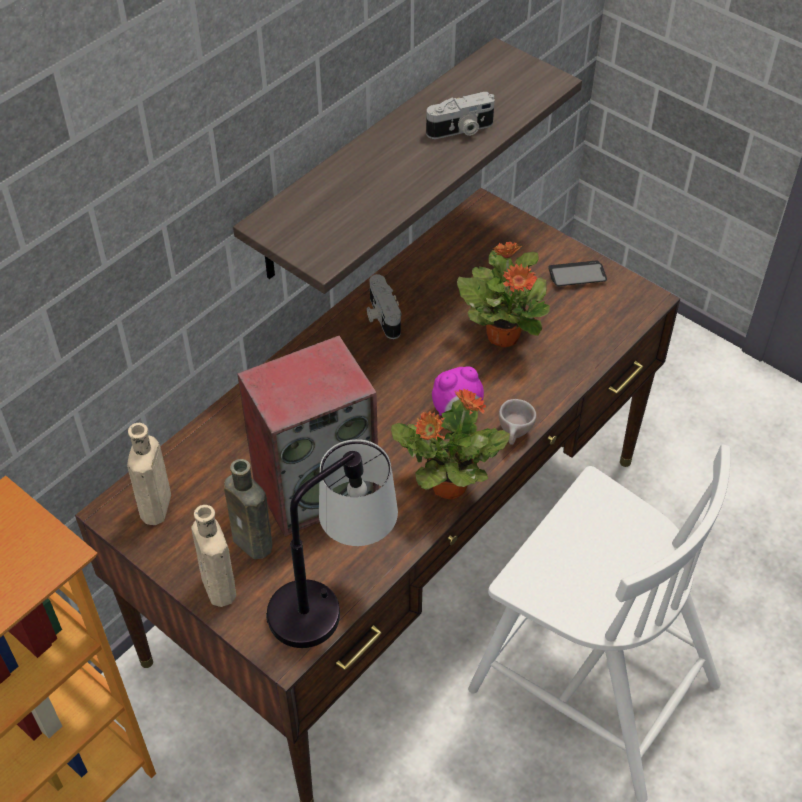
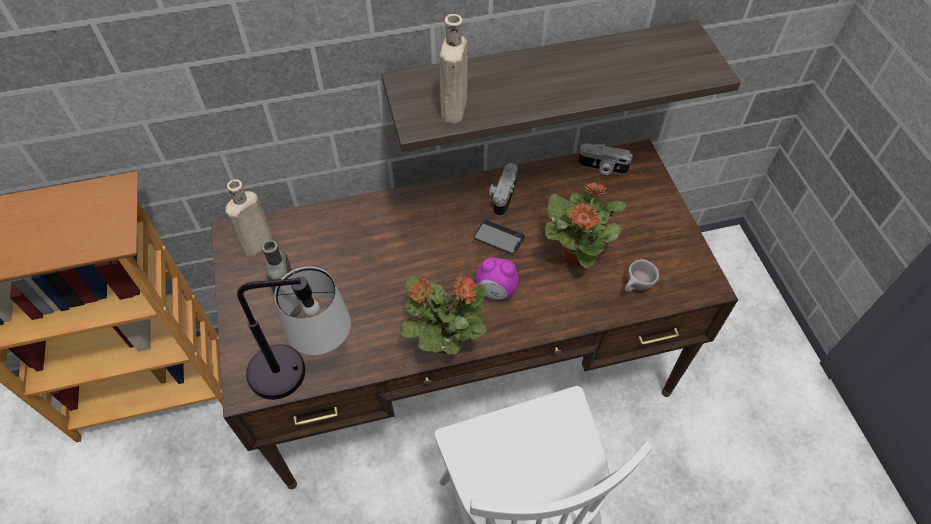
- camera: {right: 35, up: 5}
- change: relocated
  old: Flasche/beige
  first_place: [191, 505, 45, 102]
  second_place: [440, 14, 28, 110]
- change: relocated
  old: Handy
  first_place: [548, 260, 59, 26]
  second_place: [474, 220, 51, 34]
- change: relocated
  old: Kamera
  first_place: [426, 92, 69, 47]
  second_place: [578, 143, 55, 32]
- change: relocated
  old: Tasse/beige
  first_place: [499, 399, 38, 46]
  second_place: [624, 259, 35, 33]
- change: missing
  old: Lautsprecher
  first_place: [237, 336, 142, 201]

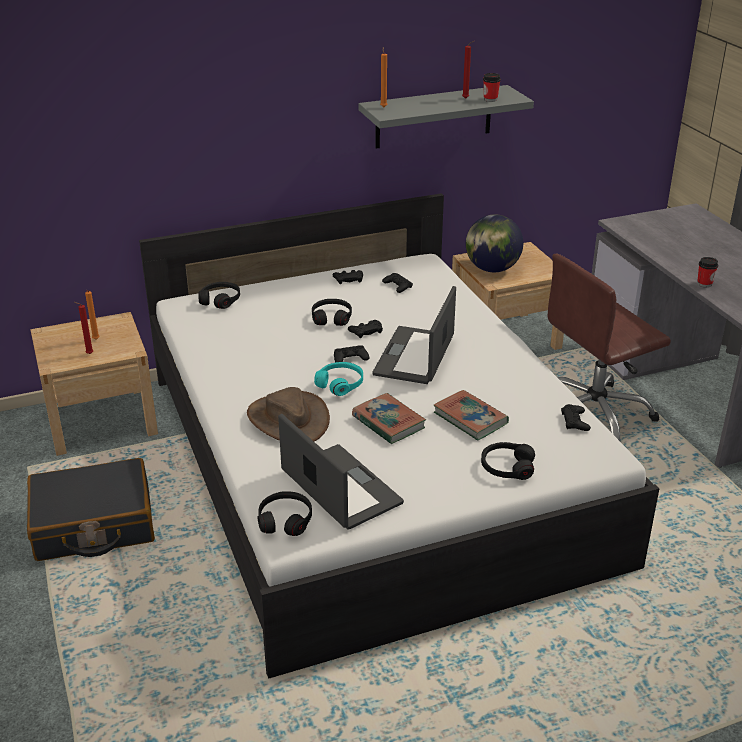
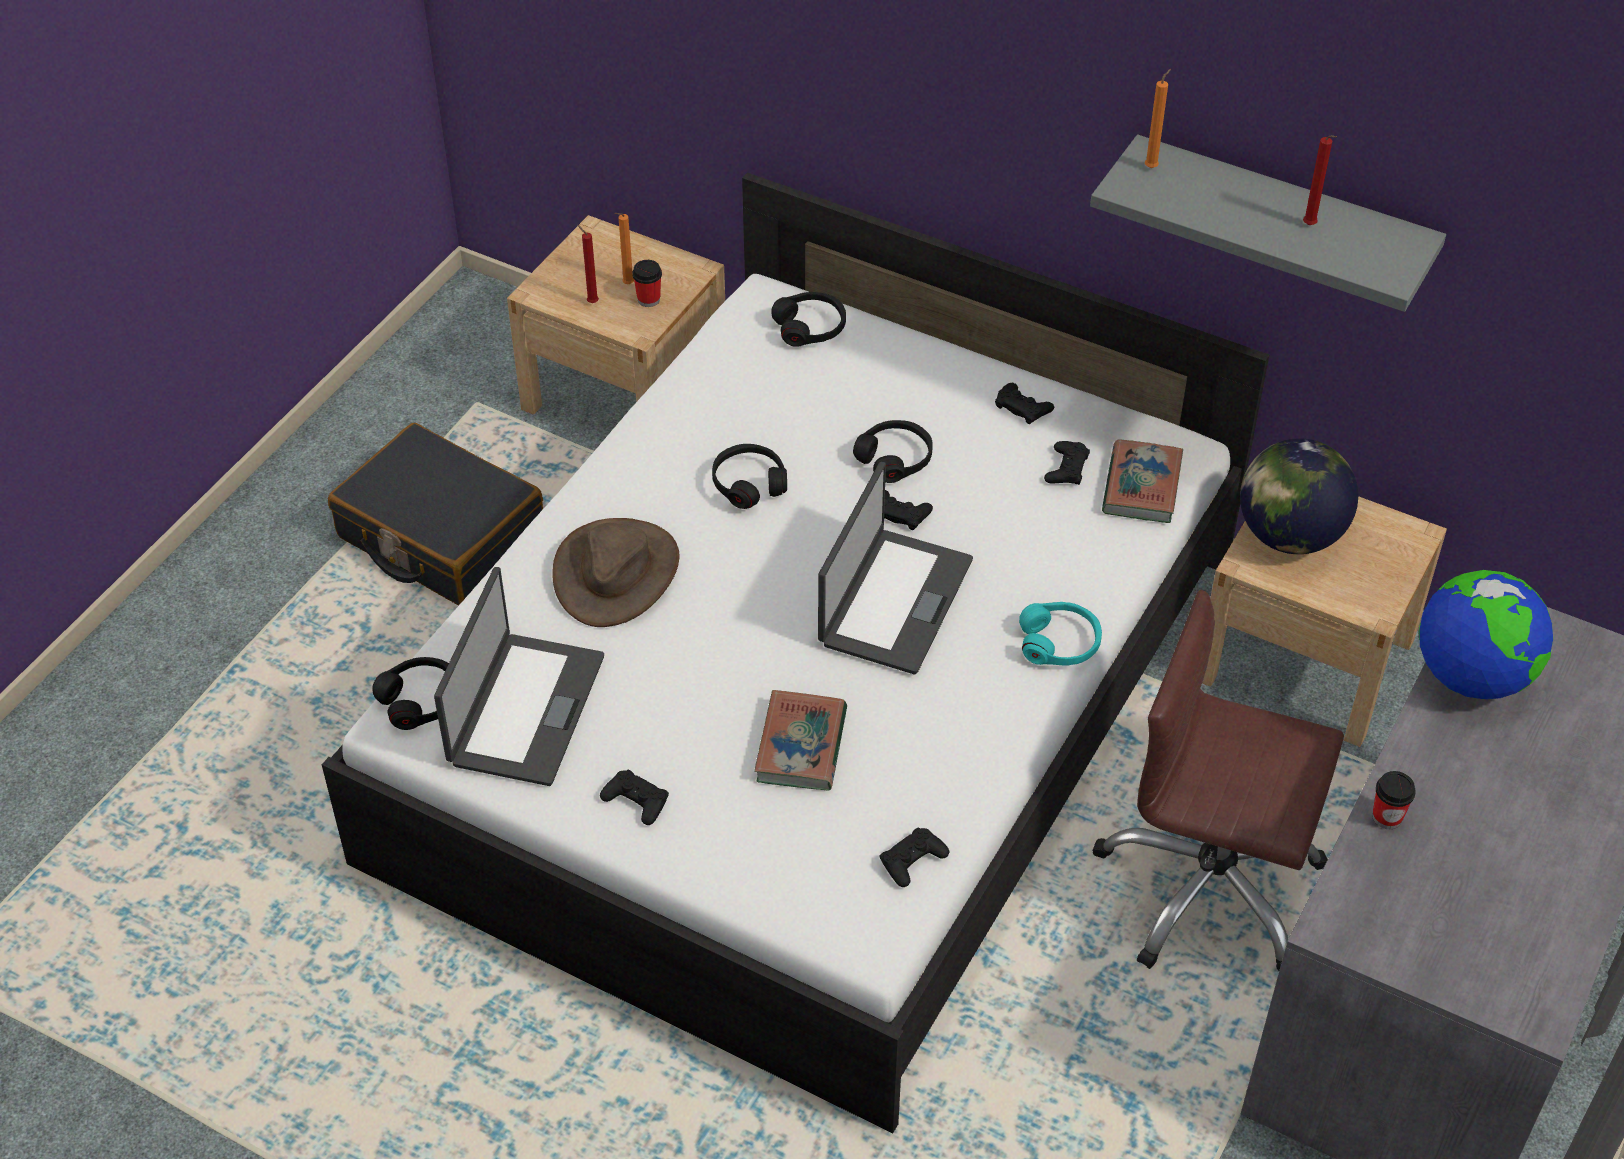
- camera: {right: 50, up: 15}
- change: relocated
  old: Gamepad/schwarz
  first_place: [334, 345, 36, 18]
  second_place: [600, 770, 69, 55]
- change: relocated
  old: Tasse
  first_place: [483, 73, 18, 29]
  second_place: [632, 260, 30, 47]
- change: relocated
  old: Kopfhörer/schwarz
  first_place: [481, 442, 54, 38]
  second_place: [712, 444, 75, 65]
- change: spun
  old: Laptop
  first_place: [372, 286, 84, 98]
  second_place: [818, 462, 155, 212]
  degrees: 135
- change: relocated
  old: Kopfhörer/türkis
  first_place: [314, 362, 49, 34]
  second_place: [1019, 602, 83, 64]
- change: relocated
  old: Buch
  first_place: [352, 393, 74, 51]
  second_place: [1102, 439, 81, 84]
- change: appeared
  new: Globus
  second_place: [1419, 570, 134, 129]

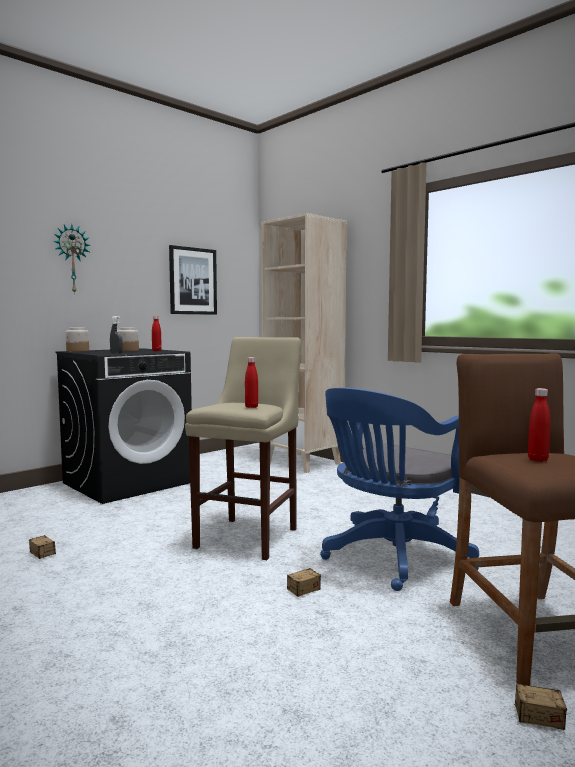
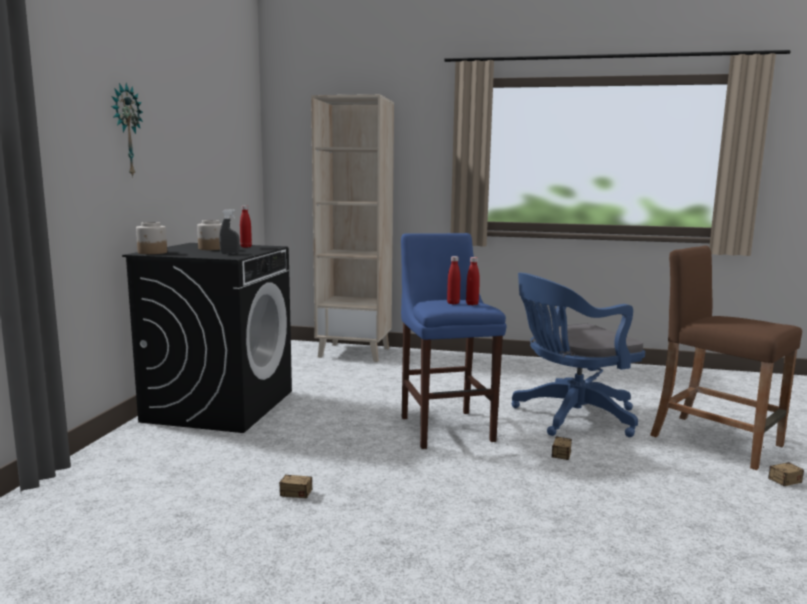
- camera: {right: -35, up: 5}
- change: colour
  old: Hocker/beige
  new: Hocker/blau
  first_place: [185, 337, 116, 223]
  second_place: [401, 233, 106, 216]
- change: relocated
  old: Flasche/rot
  first_place: [528, 388, 22, 74]
  second_place: [447, 256, 13, 48]
- change: spun
  old: Bürostuhl/blau
  first_place: [320, 388, 159, 203]
  second_place: [511, 273, 134, 164]
  degrees: 60
- change: missing
  old: Bild
  first_place: [169, 245, 48, 70]

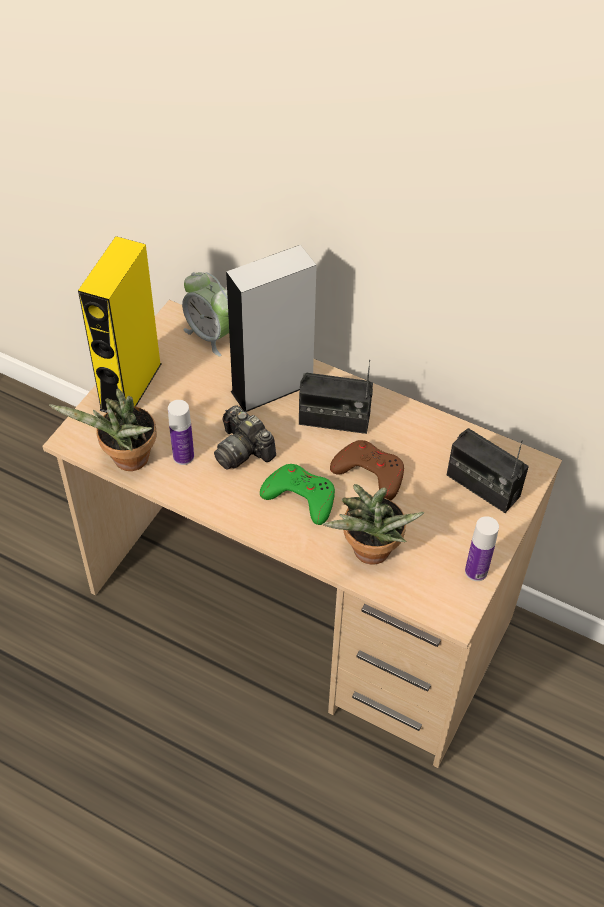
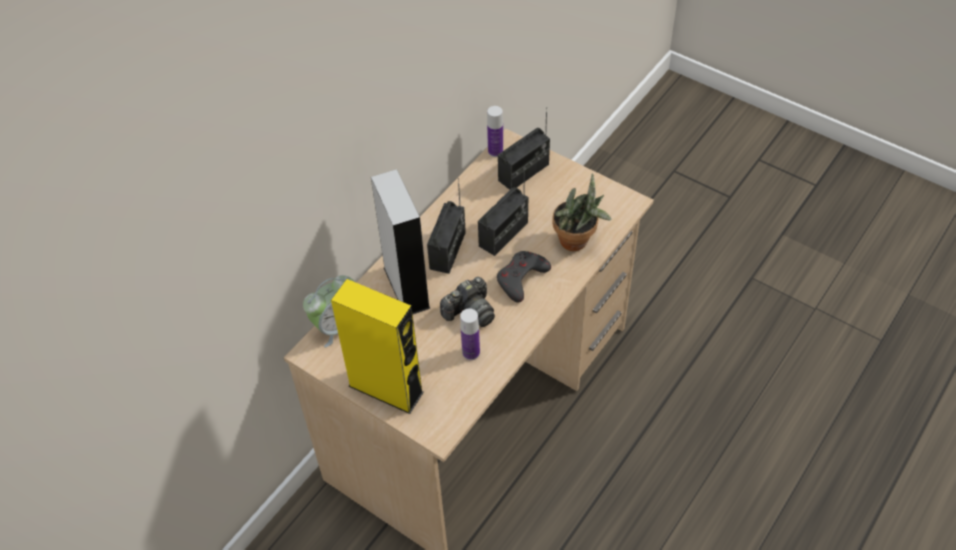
- camera: {right: -80, up: 0}
- change: exchanged
  old: Gamepad/braun
  new: Radio
  first_place: [330, 440, 74, 60]
  second_place: [478, 167, 50, 89]
- change: relocated
  old: Flasche
  first_place: [465, 516, 34, 65]
  second_place: [487, 106, 16, 51]
- change: colour
  old: Gamepad/grün
  new: Gamepad/grau
  first_place: [260, 464, 75, 61]
  second_place: [497, 251, 54, 52]
- change: missing
  old: Topfpflanze
  first_place: [49, 389, 107, 82]

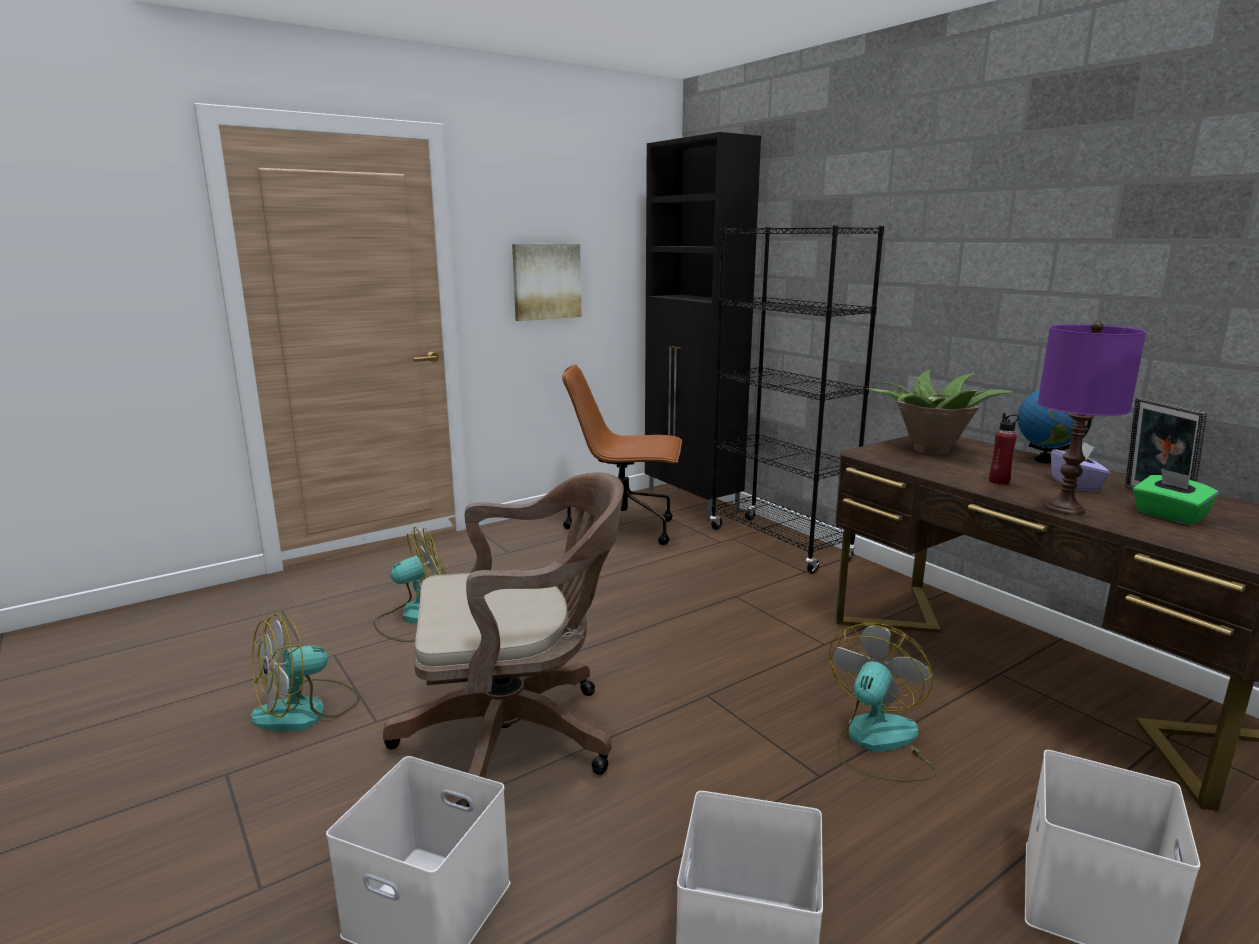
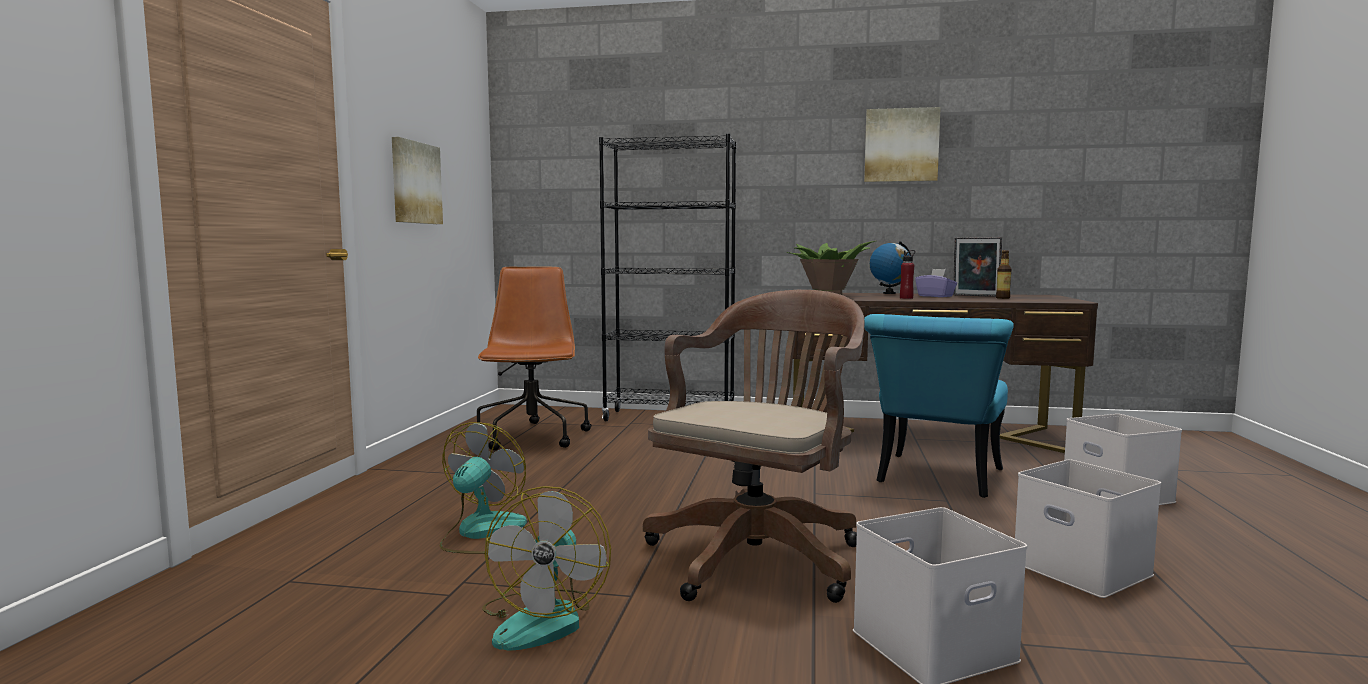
- camera: {right: -45, up: -10}
- change: spun
  old: Bürostuhl/braun
  first_place: [562, 365, 120, 180]
  second_place: [477, 267, 115, 184]
  degrees: 120
- change: appeared
  new: Bild
  second_place: [864, 107, 77, 75]
- change: exchanged
  old: Ventilator
  new: Stuhl/türkis
  first_place: [829, 623, 108, 158]
  second_place: [864, 314, 150, 184]
- change: exchanged
  old: Taschentuchbox/grün
  new: Flasche
  first_place: [1133, 468, 85, 57]
  second_place: [996, 250, 16, 49]
- change: missing
  old: Schrank/schwarz
  first_place: [645, 132, 116, 389]
- change: missing
  old: Tischlampe/lila
  first_place: [1038, 321, 108, 194]

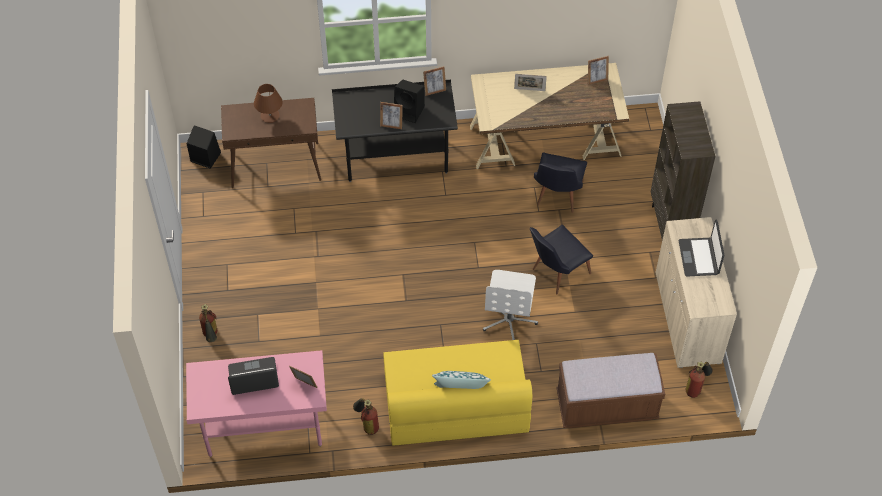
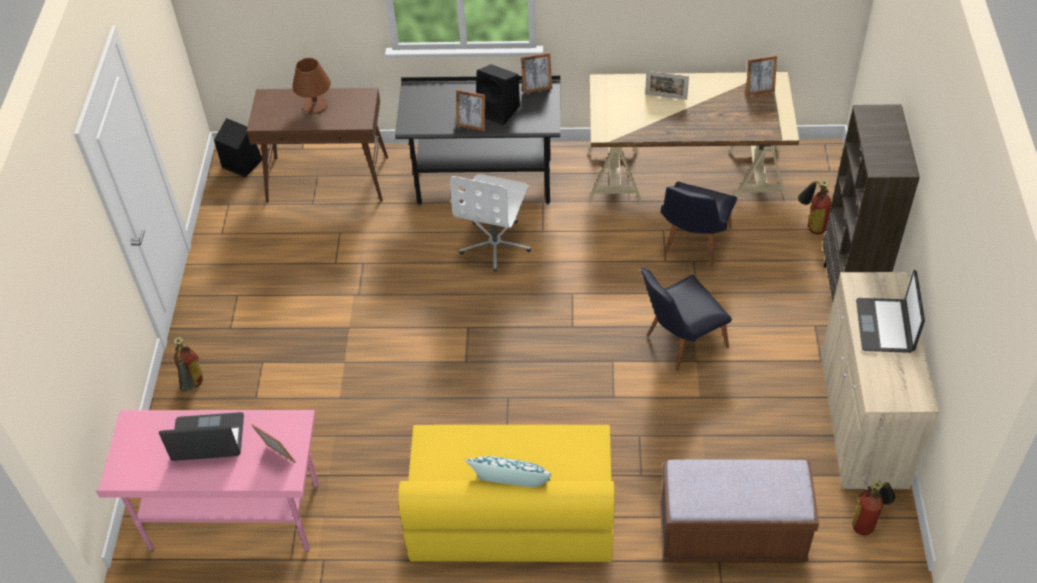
- camera: {right: 10, up: -5}
- change: relocated
  old: Bürostuhl/weiß
  first_place: [483, 270, 55, 70]
  second_place: [450, 174, 81, 98]
- change: relocated
  old: Feuerlöscher
  first_place: [353, 398, 26, 37]
  second_place: [798, 180, 33, 54]

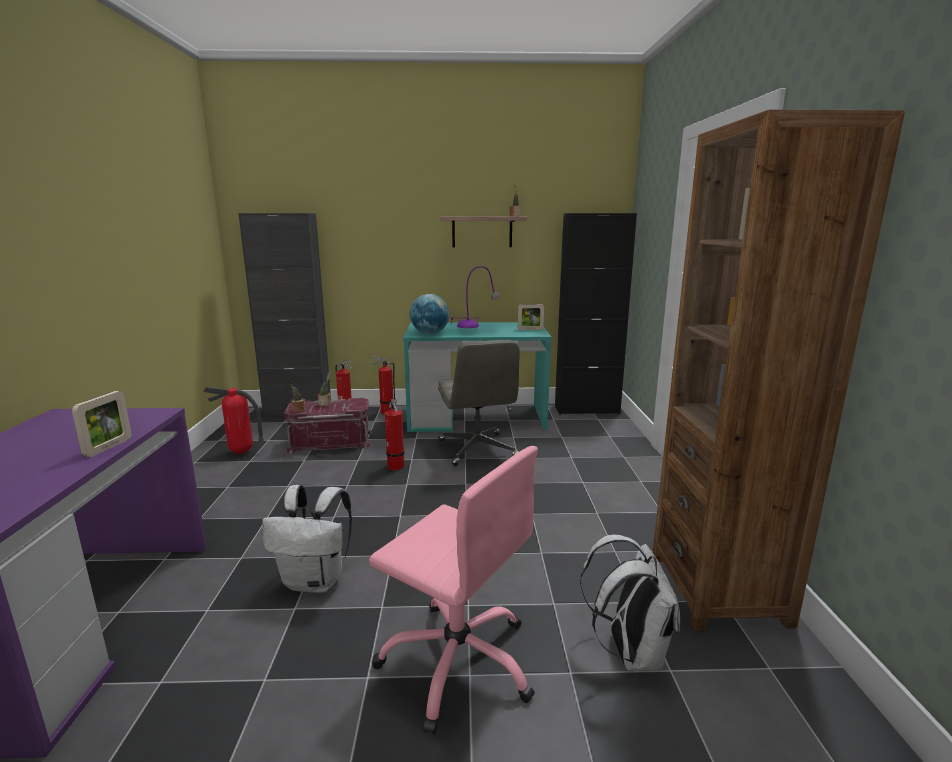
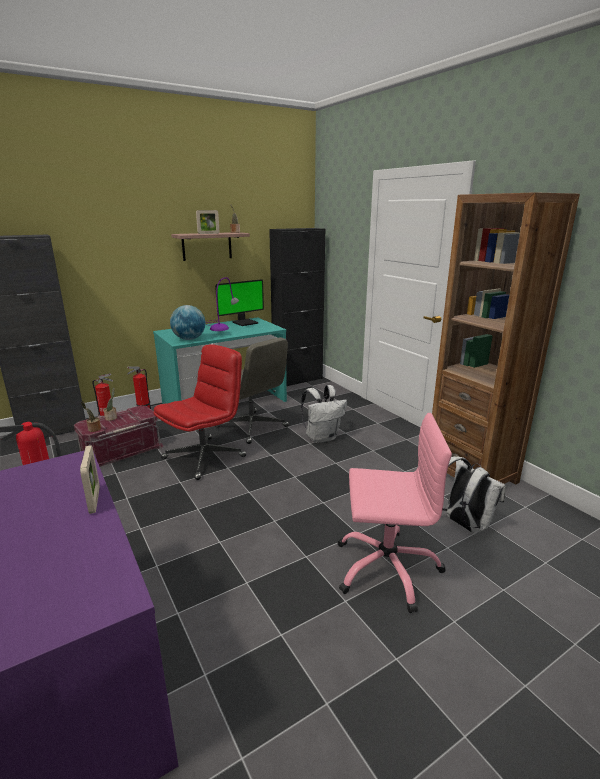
- camera: {right: -30, up: 5}
- change: exchanged
  old: Feuerlöscher
  new: Bürostuhl/rot
  first_place: [385, 399, 19, 71]
  second_place: [154, 344, 92, 136]
- change: relocated
  old: Bilderrahmen
  first_place: [518, 304, 26, 26]
  second_place: [196, 210, 23, 24]
- change: appeared
  new: Monitor
  second_place: [215, 279, 49, 47]
- change: relocated
  old: Rucksack/weiß
  first_place: [262, 485, 90, 108]
  second_place: [301, 385, 46, 58]

